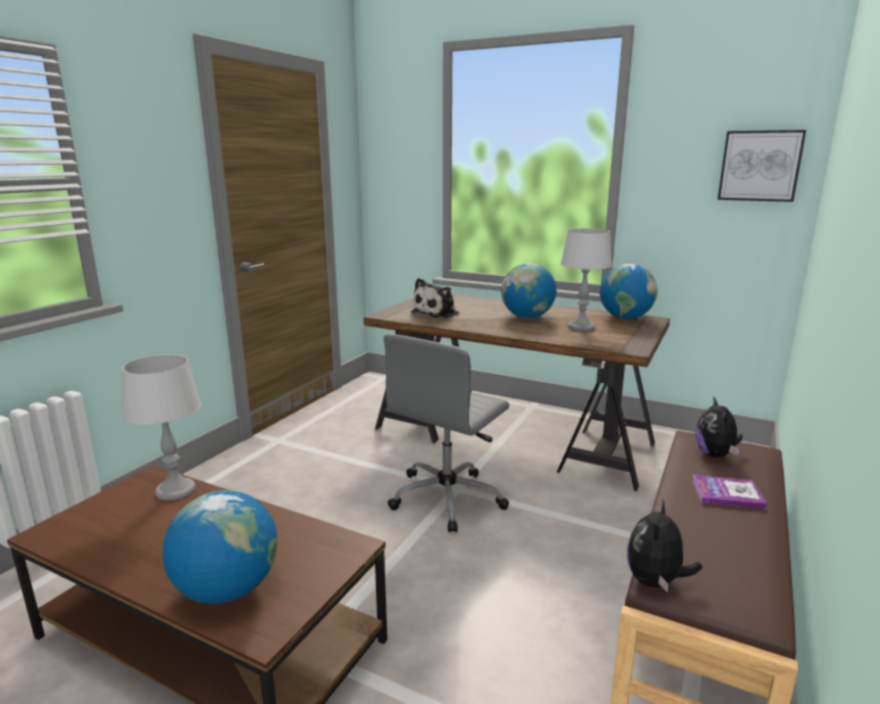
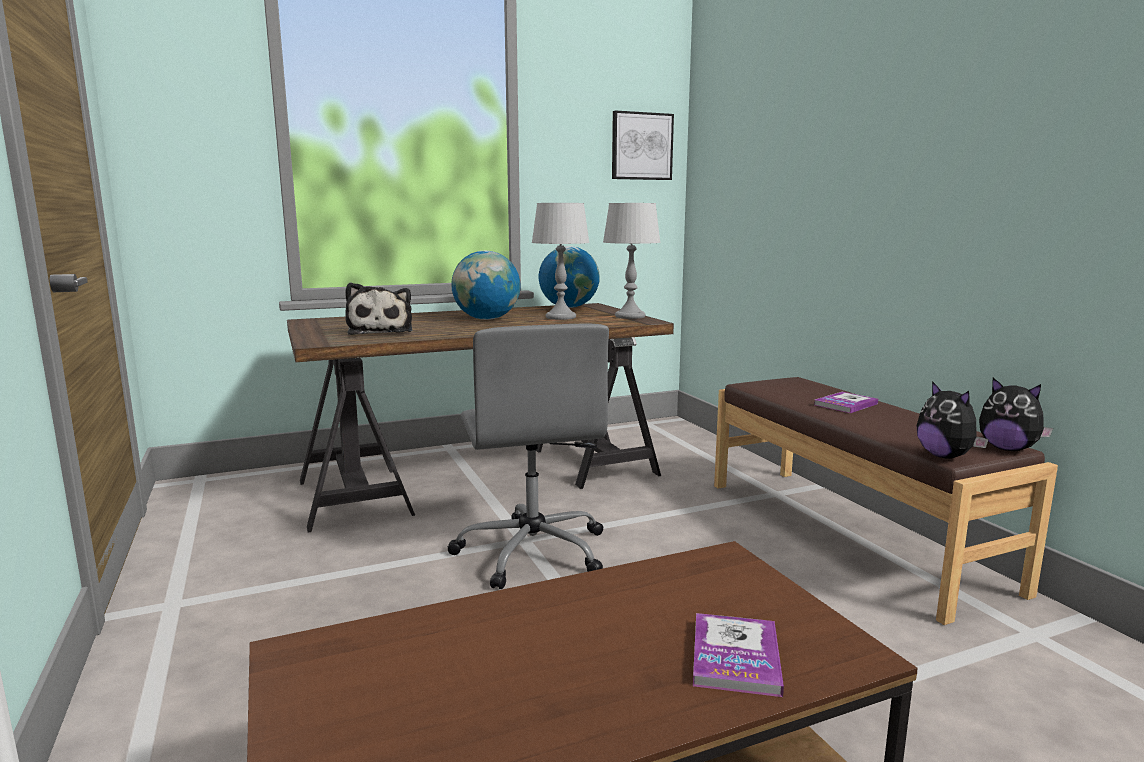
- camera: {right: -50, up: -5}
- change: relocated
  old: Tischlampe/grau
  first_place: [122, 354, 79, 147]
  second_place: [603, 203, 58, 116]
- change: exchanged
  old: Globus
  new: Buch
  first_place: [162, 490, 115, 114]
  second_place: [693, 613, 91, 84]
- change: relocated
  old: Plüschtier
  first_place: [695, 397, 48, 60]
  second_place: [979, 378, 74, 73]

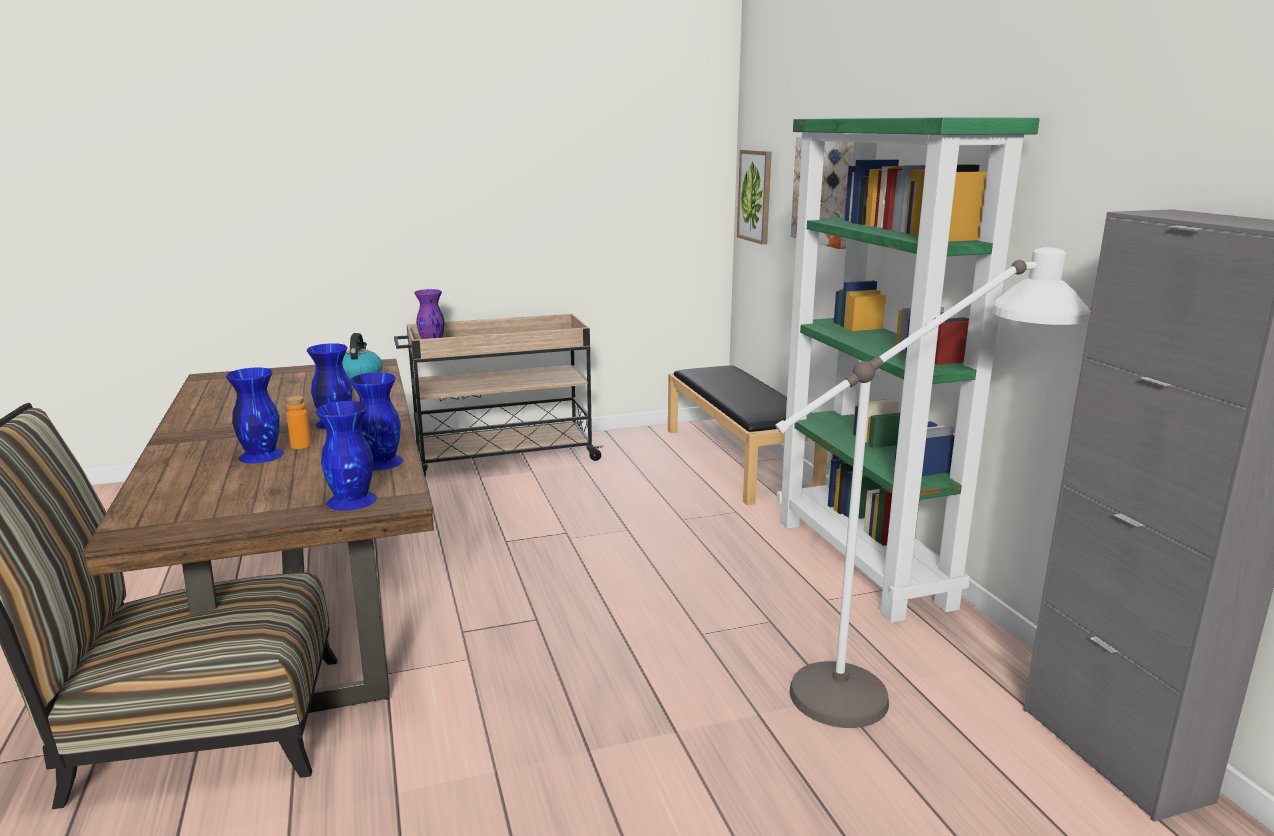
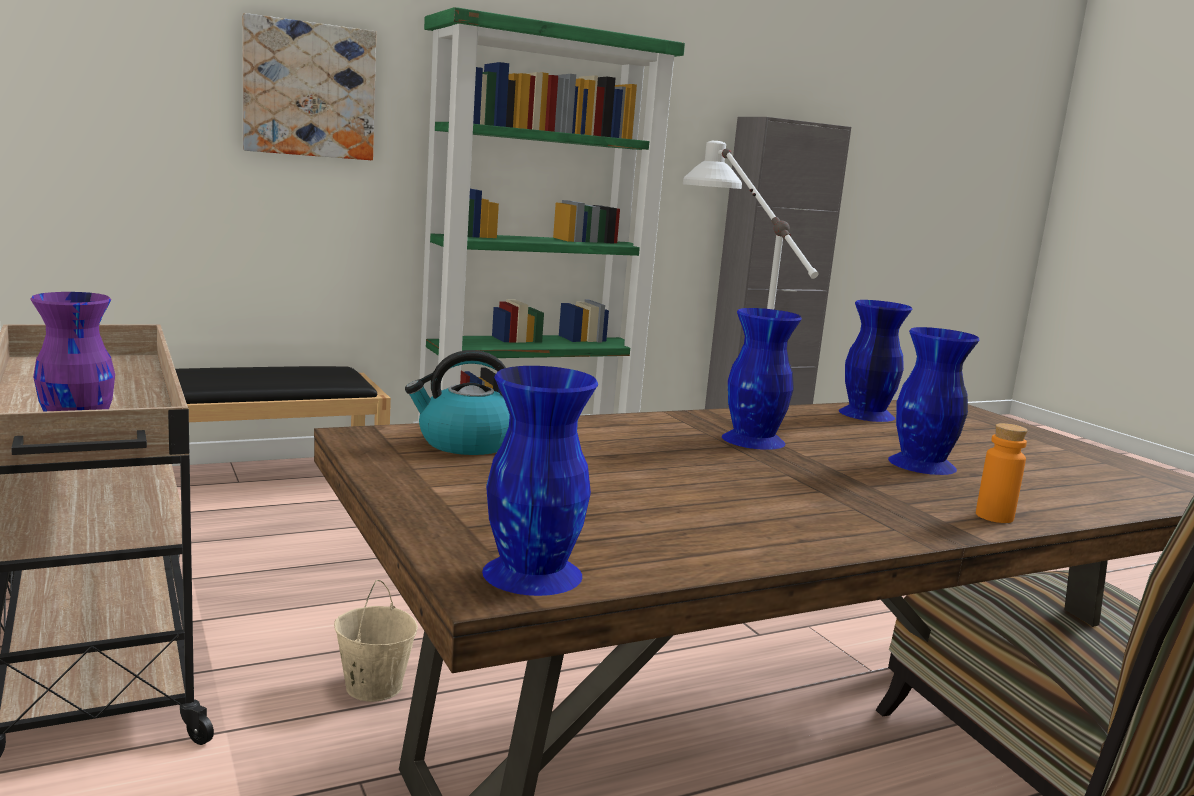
- camera: {right: -100, up: -5}
- change: appeared
  new: Eimer/beige
  second_place: [334, 580, 84, 122]
- change: relocated
  old: Vase/blau
  first_place: [316, 401, 61, 110]
  second_place: [482, 366, 116, 230]
- change: relocated
  old: Flasche/orange
  first_place: [286, 396, 25, 53]
  second_place: [976, 423, 52, 100]
- change: missing
  old: Bild
  first_place: [737, 150, 35, 95]

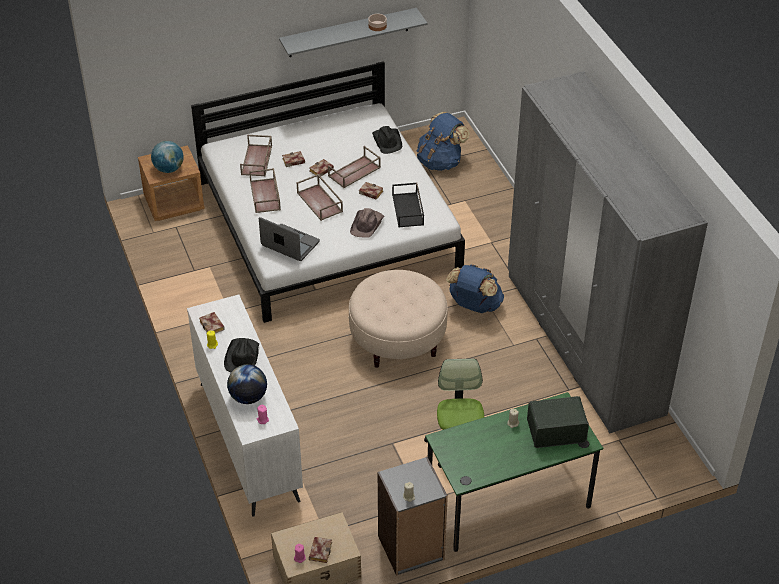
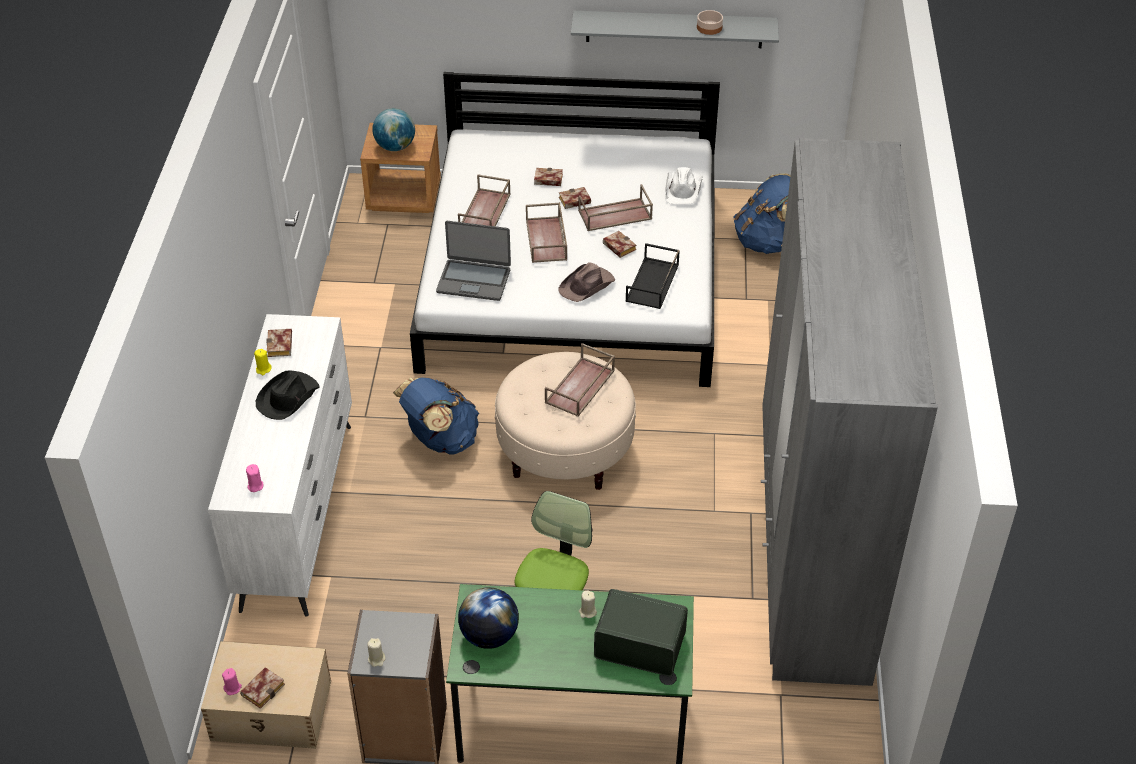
- camera: {right: 25, up: 0}
- change: relocated
  old: Rucksack/blau
  first_place: [446, 264, 58, 49]
  second_place: [393, 378, 86, 76]
- change: spun
  old: Laptop
  first_place: [259, 217, 61, 44]
  second_place: [436, 221, 75, 80]
  degrees: 135
- change: relocated
  old: Globus
  first_place: [227, 364, 40, 40]
  second_place: [458, 587, 61, 62]
- change: relocated
  old: Tablett/braun
  first_place: [240, 135, 32, 42]
  second_place: [545, 343, 70, 74]
- change: colour
  old: Hut/schwarz
  new: Hut/weiß
  first_place: [372, 126, 30, 28]
  second_place: [665, 167, 39, 38]

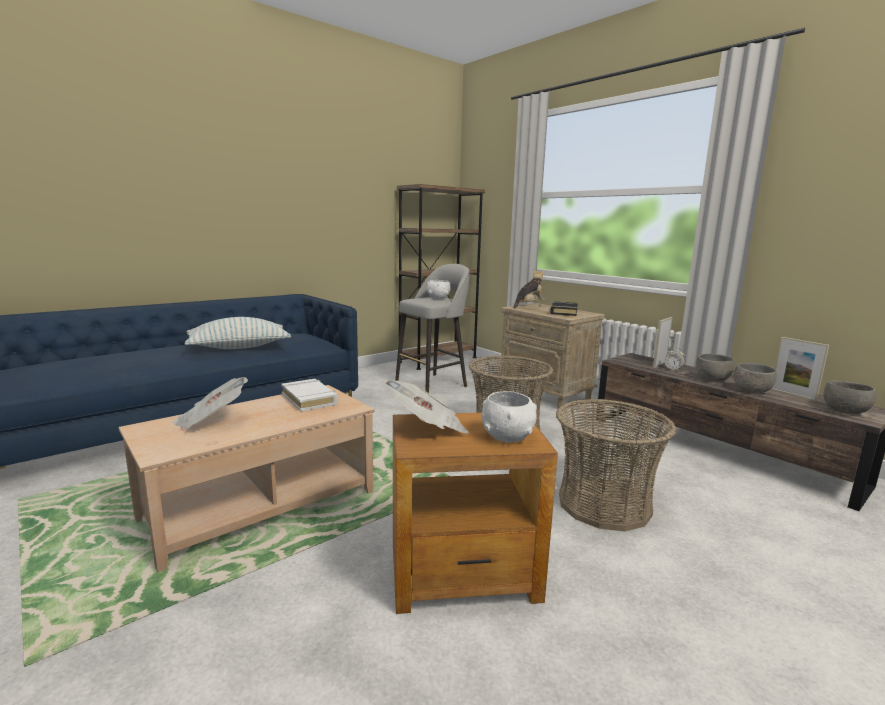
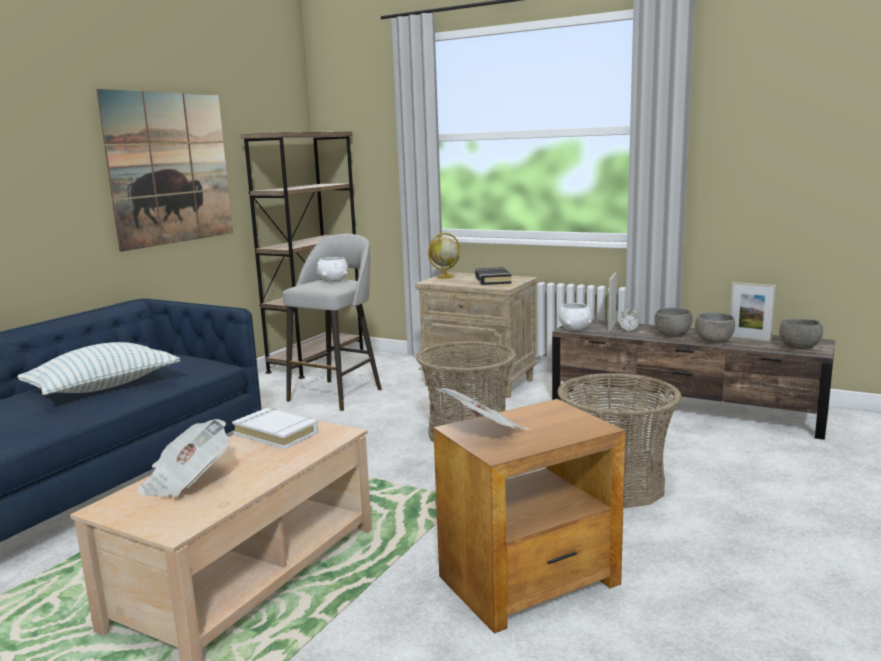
- camera: {right: -20, up: 0}
- change: appeared
  new: Bild
  second_place: [96, 89, 137, 163]
- change: exchanged
  old: Plüschtier
  new: Globus
  first_place: [514, 269, 31, 40]
  second_place: [428, 233, 32, 46]
- change: relocated
  old: Schüssel/weiß
  first_place: [481, 391, 56, 51]
  second_place: [559, 303, 33, 28]

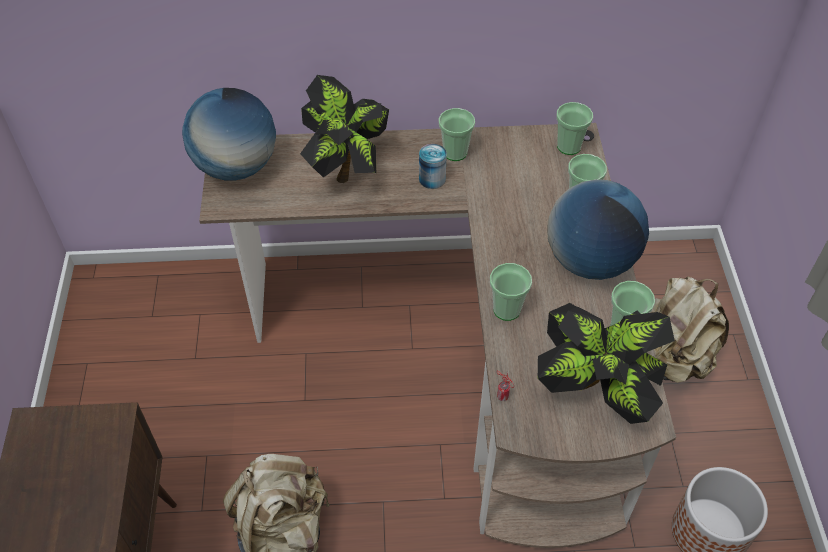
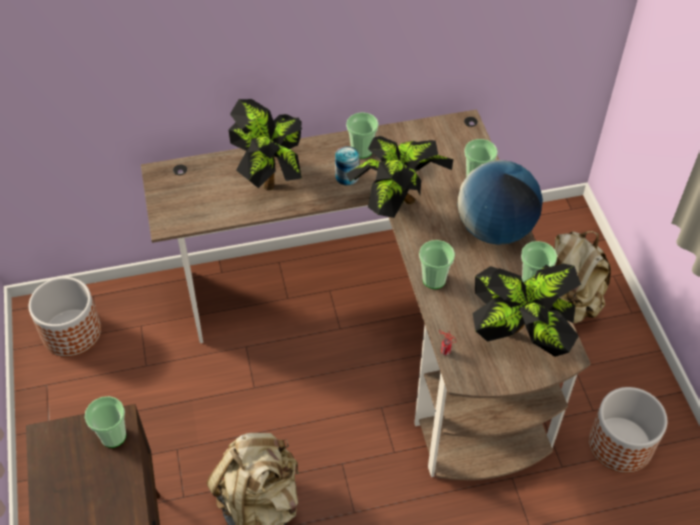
- camera: {right: -10, up: 0}
- change: appeared
  new: Pflanzkübel
  second_place: [29, 277, 72, 80]
- change: relocated
  old: Tasse
  first_place: [556, 102, 37, 53]
  second_place: [85, 396, 41, 52]
- change: appeared
  new: Topfpflanze
  second_place: [346, 136, 107, 82]
- change: missing
  old: Globus
  first_place: [182, 88, 94, 93]

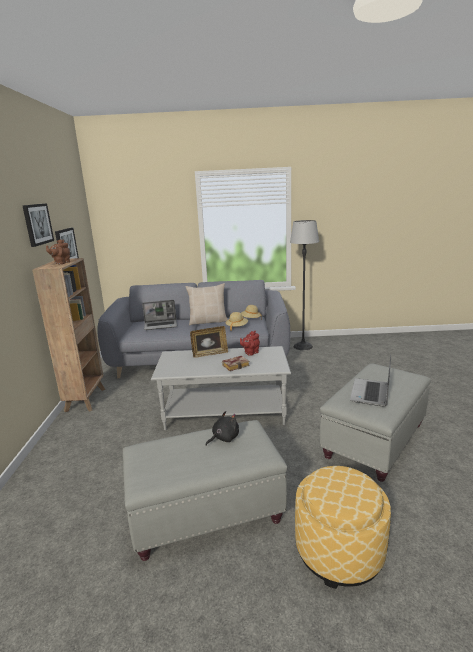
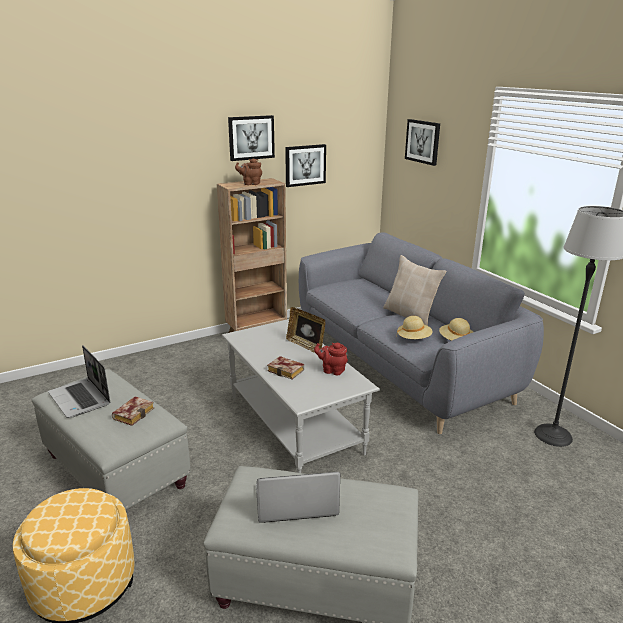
- camera: {right: 60, up: 5}
- change: relocated
  old: Laptop
  first_place: [142, 300, 35, 30]
  second_place: [48, 345, 62, 73]
- change: exchanged
  old: Plüschtier/schwarz
  new: Buch
  first_place: [205, 411, 34, 35]
  second_place: [112, 396, 42, 30]
- change: appeared
  new: Bild
  second_place: [405, 119, 35, 47]

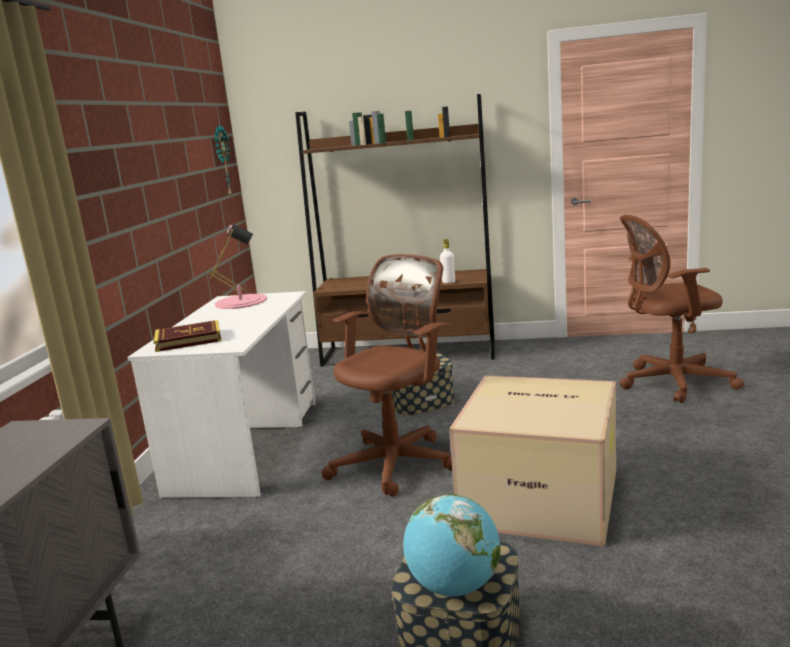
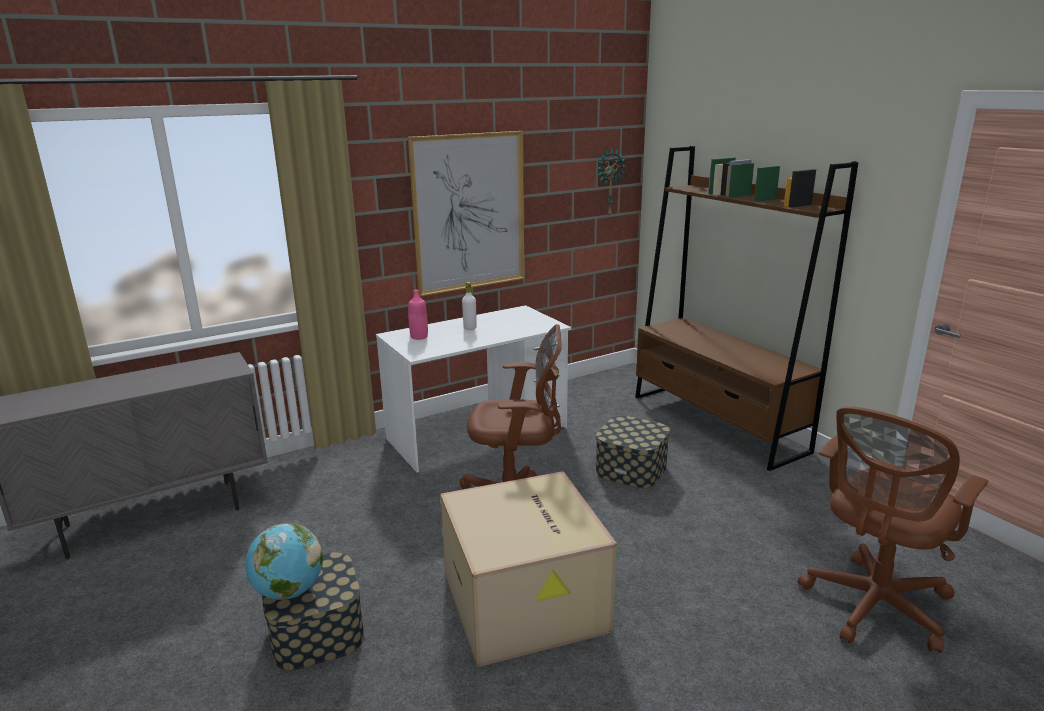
- camera: {right: 50, up: 5}
- change: appeared
  new: Bild
  second_place: [408, 131, 117, 166]
- change: exchanged
  old: Buch
  new: Flasche/rosa
  first_place: [153, 320, 68, 32]
  second_place: [408, 289, 20, 51]
- change: relocated
  old: Flasche/weiß
  first_place: [440, 239, 15, 44]
  second_place: [462, 282, 15, 48]
- change: spun
  old: Bürostuhl/braun
  first_place: [620, 215, 124, 188]
  second_place: [798, 406, 190, 247]
  degrees: -90
- change: missing
  old: Tischlampe/rosa
  first_place: [210, 224, 57, 85]

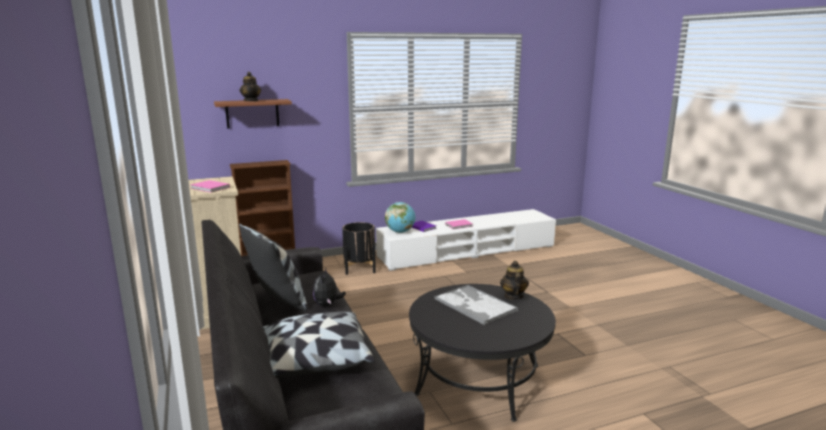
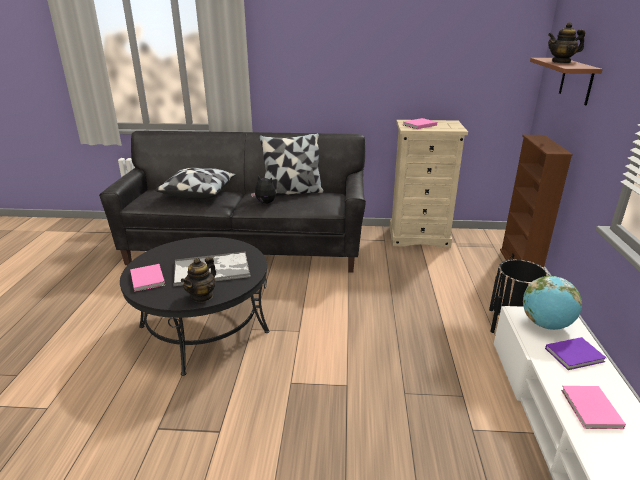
- camera: {right: 115, up: 10}
- change: appeared
  new: Buch/rosa
  second_place: [130, 264, 35, 28]
- change: spun
  old: Teekanne
  first_place: [500, 261, 29, 39]
  second_place: [181, 257, 35, 46]
  degrees: 90

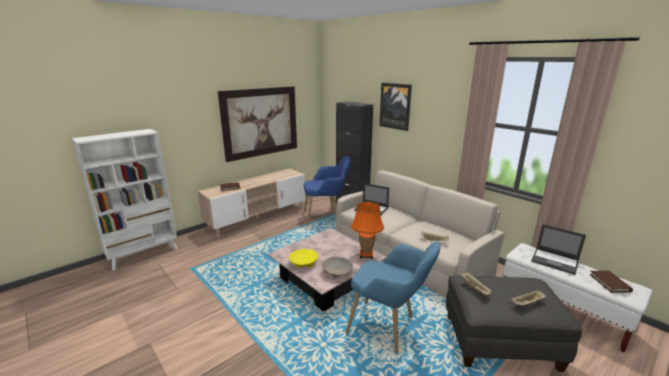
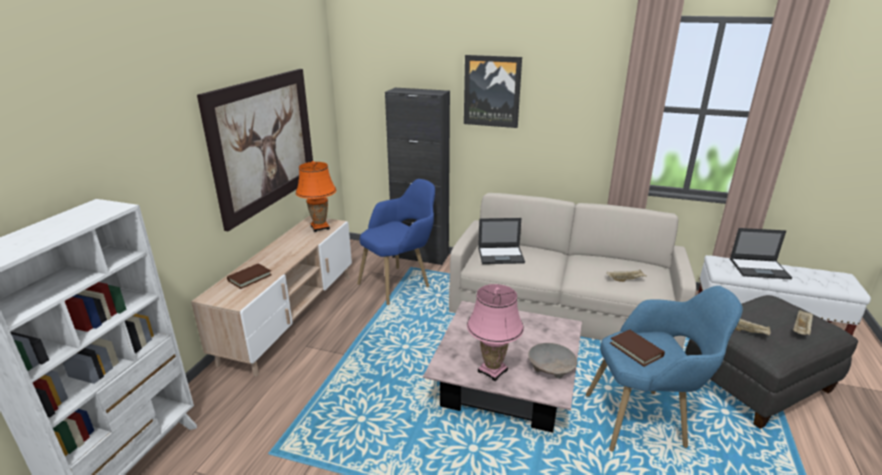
- camera: {right: -30, up: 5}
- change: relocated
  old: Tischlampe/orange
  first_place: [351, 202, 33, 57]
  second_place: [296, 161, 41, 71]
- change: exchanged
  old: Schüssel/gelb
  new: Tischlampe/rosa
  first_place: [289, 249, 29, 19]
  second_place: [467, 284, 57, 97]
- change: relocated
  old: Buch/braun
  first_place: [589, 271, 44, 22]
  second_place: [610, 329, 55, 38]

